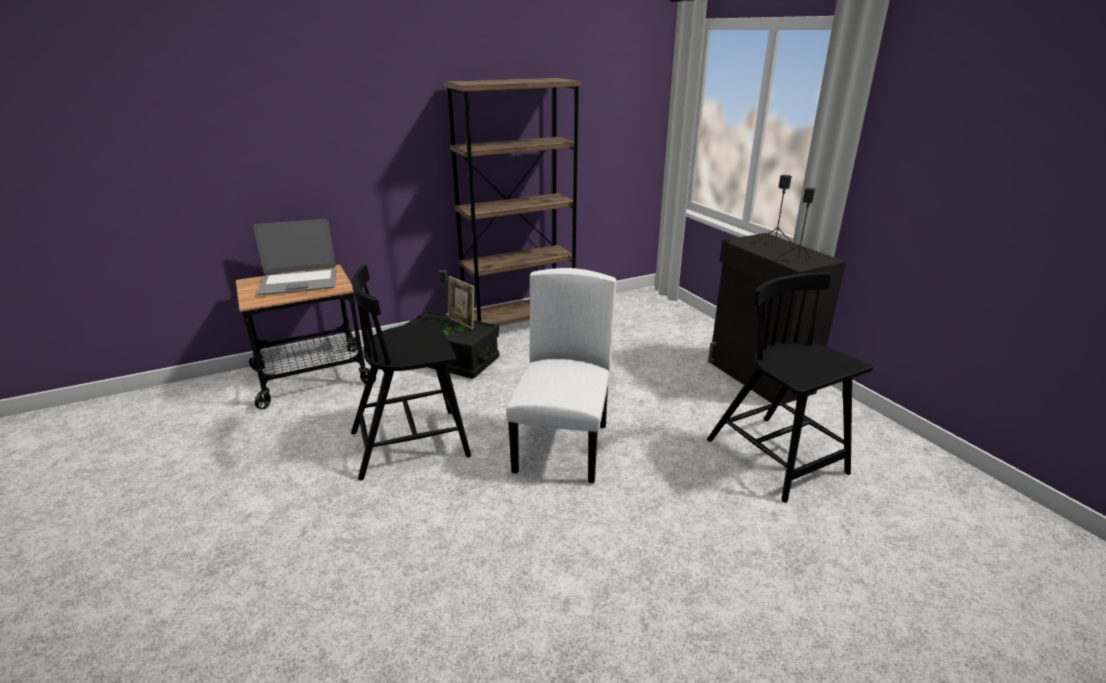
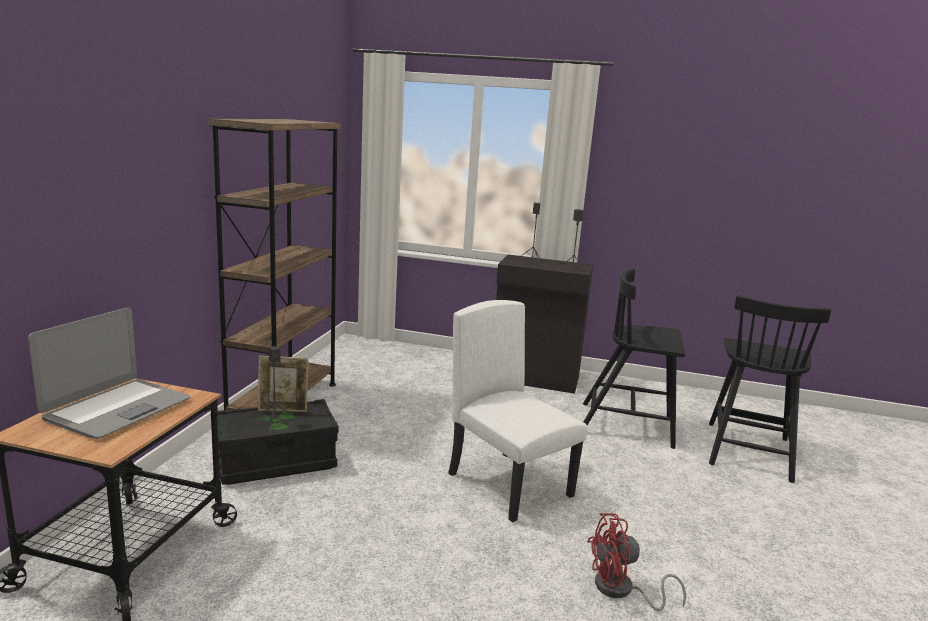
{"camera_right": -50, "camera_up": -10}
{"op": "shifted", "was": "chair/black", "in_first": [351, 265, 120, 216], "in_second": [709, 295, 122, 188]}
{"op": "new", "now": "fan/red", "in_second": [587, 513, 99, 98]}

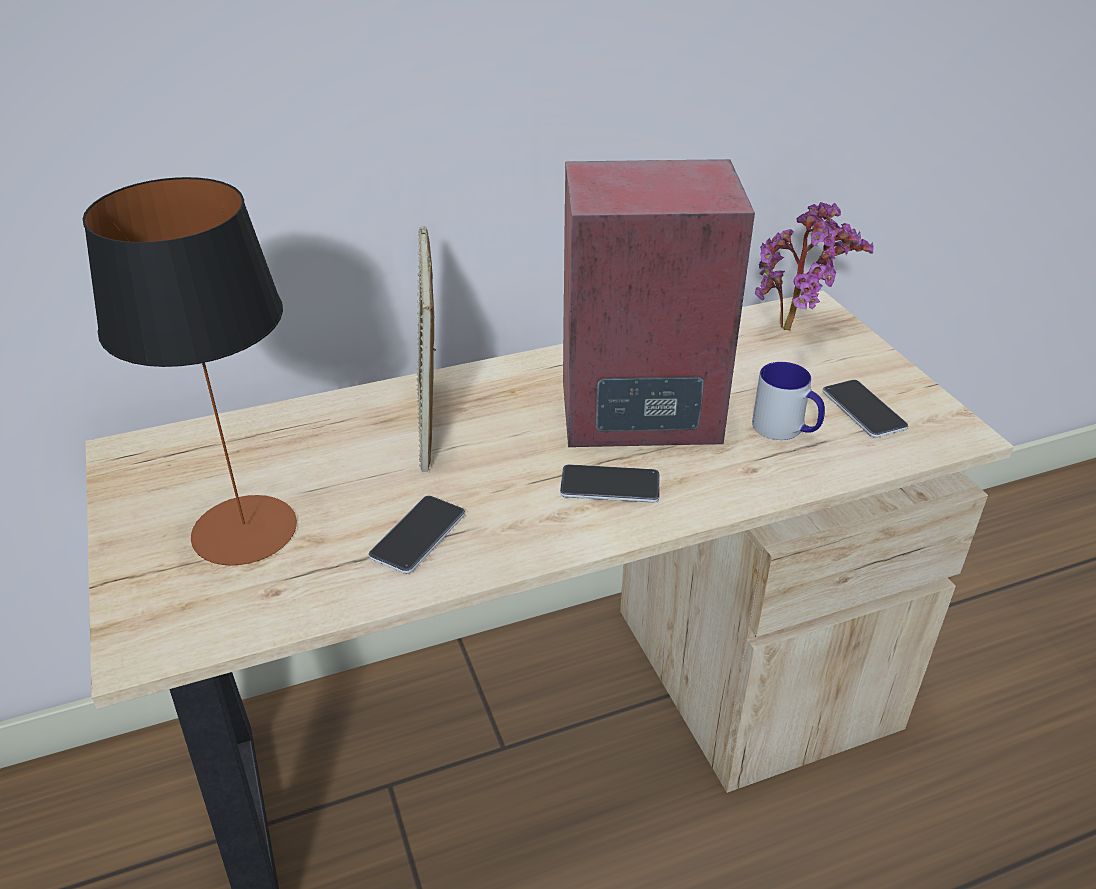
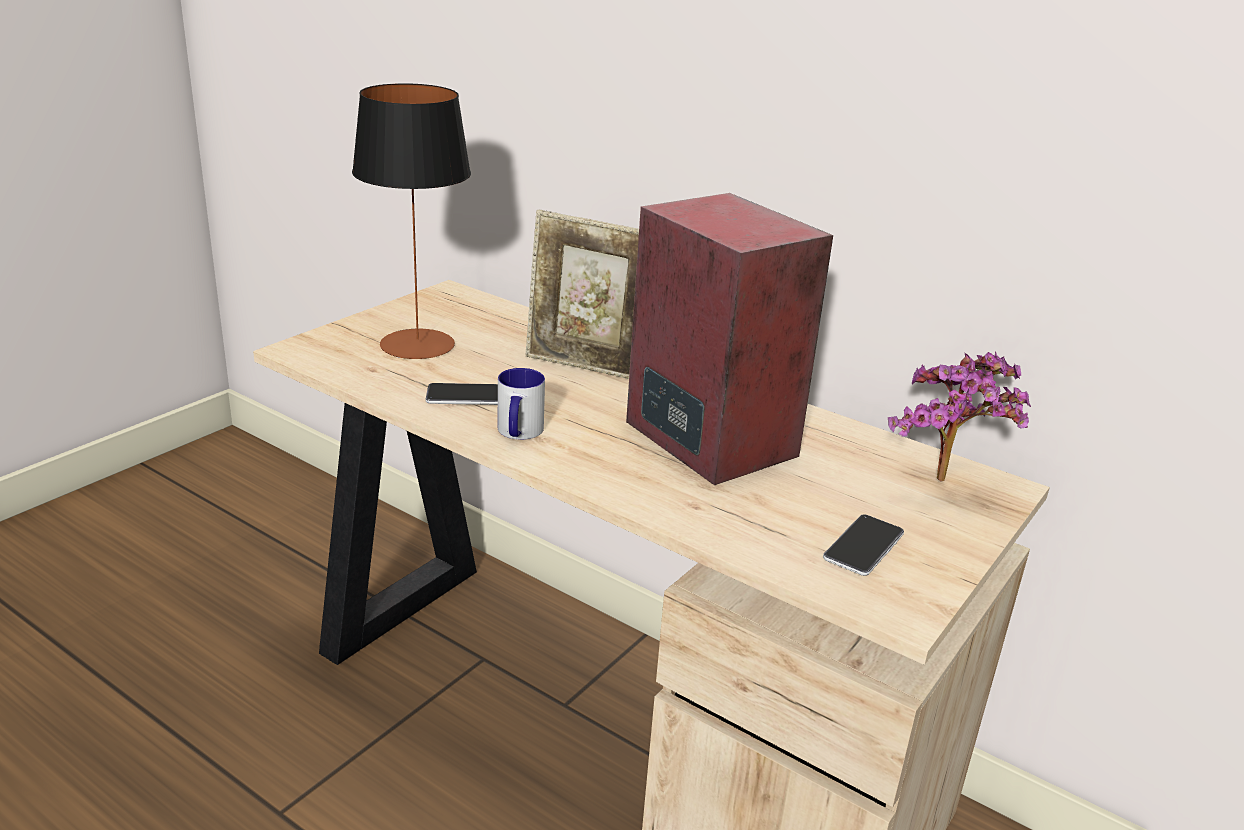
{"camera_right": 55, "camera_up": -10}
{"op": "rotated", "was": "picture frame", "in_first": [416, 226, 20, 246], "in_second": [526, 210, 113, 169], "clockwise": -120}
{"op": "shifted", "was": "mug", "in_first": [752, 362, 73, 78], "in_second": [498, 368, 47, 72]}
{"op": "gone", "was": "phone", "in_first": [560, 464, 100, 39]}

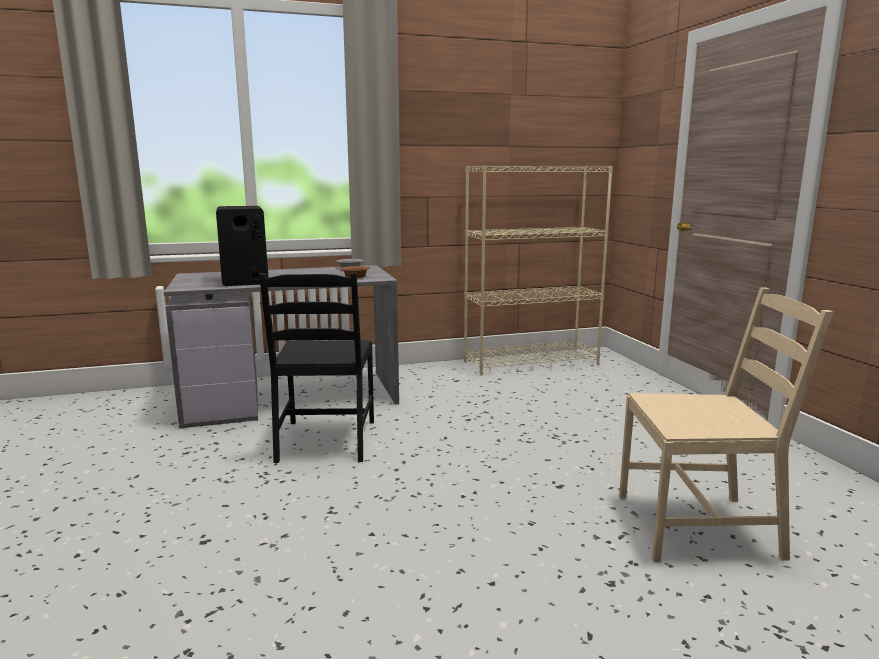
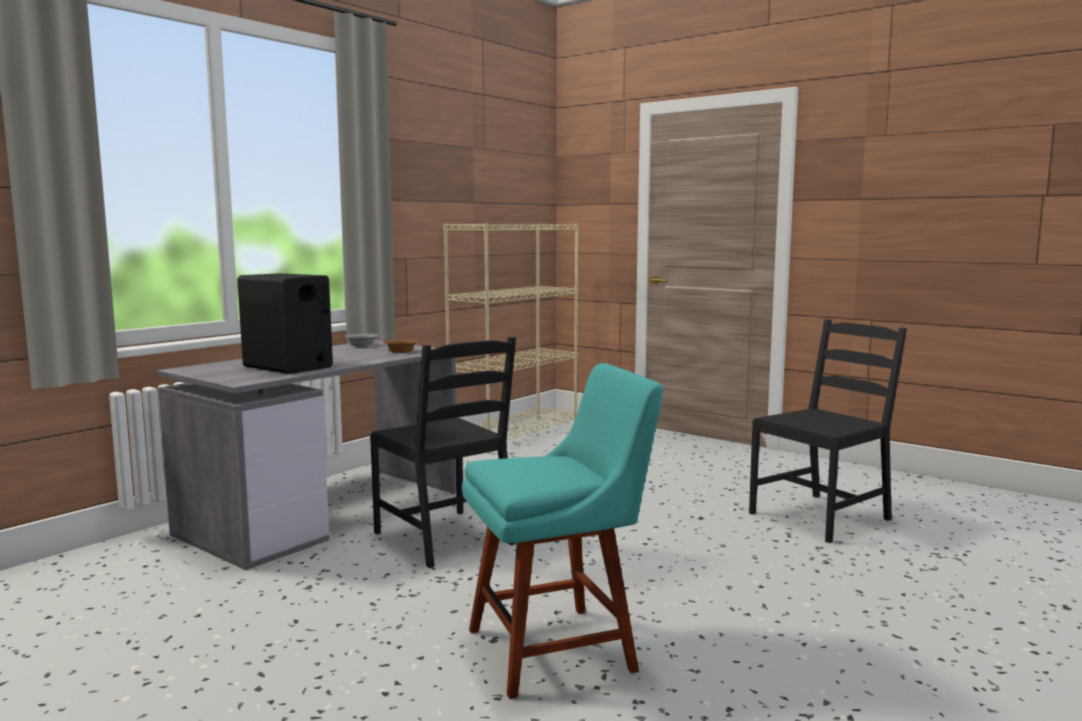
{"camera_right": -35, "camera_up": -5}
{"op": "repainted", "was": "chair/beige", "now": "chair/black", "in_first": [619, 287, 215, 275], "in_second": [749, 319, 158, 224]}
{"op": "new", "now": "chair/turquoise", "in_second": [462, 363, 201, 336]}

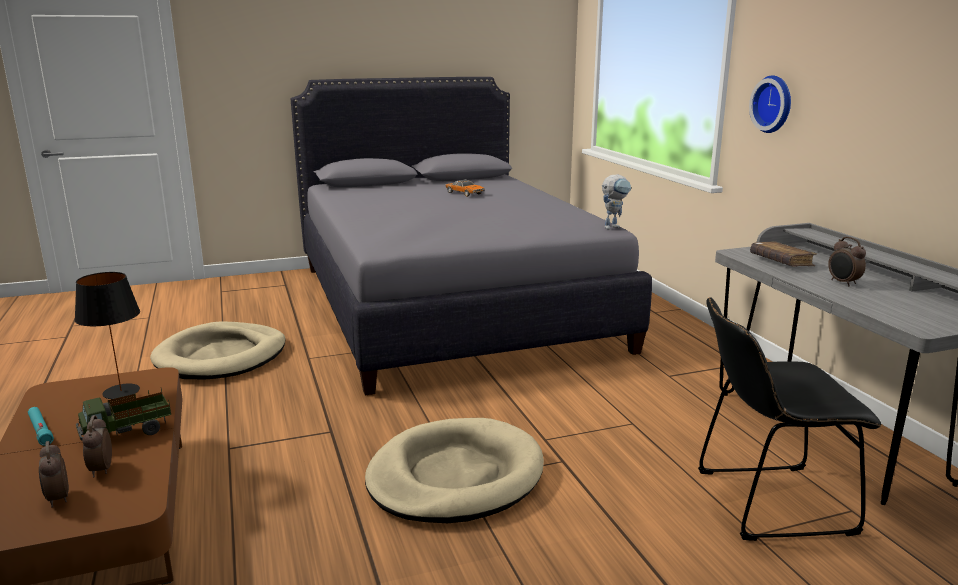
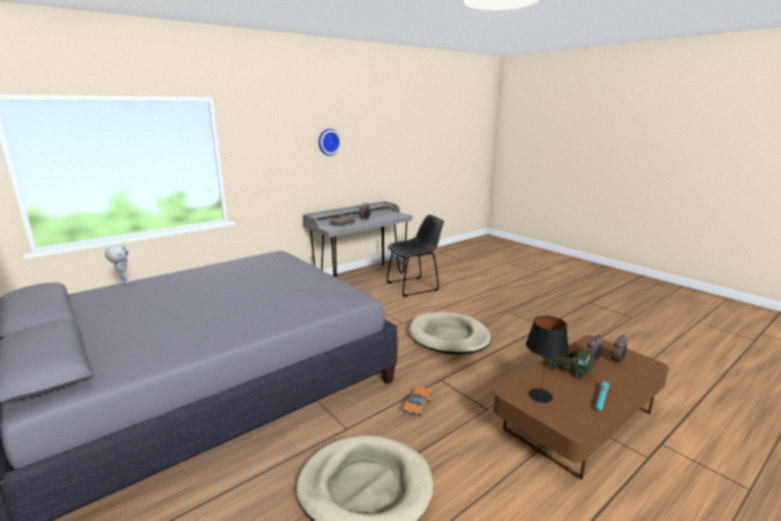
{"camera_right": -110, "camera_up": 0}
{"op": "shifted", "was": "wall clock", "in_first": [749, 75, 42, 58], "in_second": [318, 129, 23, 27]}
{"op": "shifted", "was": "toy robot", "in_first": [602, 175, 29, 54], "in_second": [105, 245, 26, 39]}
{"op": "shifted", "was": "toy car", "in_first": [445, 180, 40, 17], "in_second": [403, 387, 29, 29]}
{"op": "rotated", "was": "chair/black", "in_first": [698, 297, 183, 244], "in_second": [387, 215, 57, 81], "clockwise": -90}

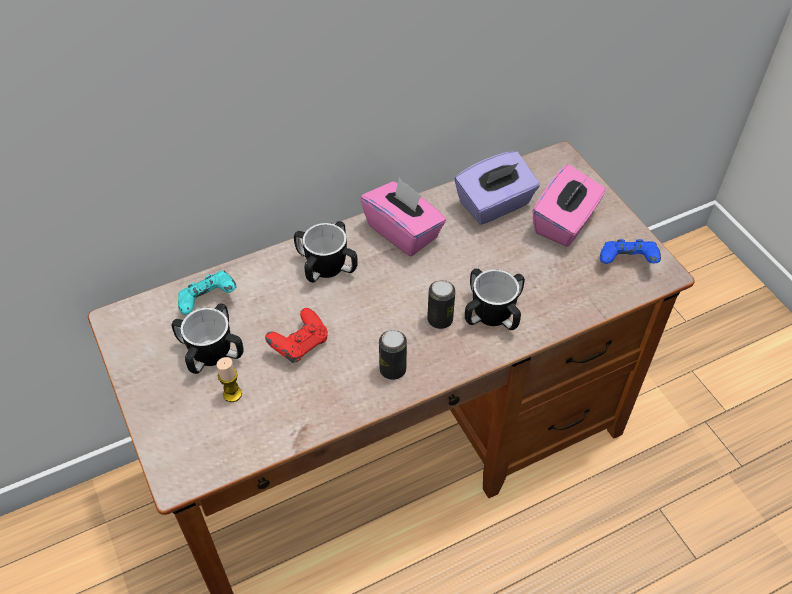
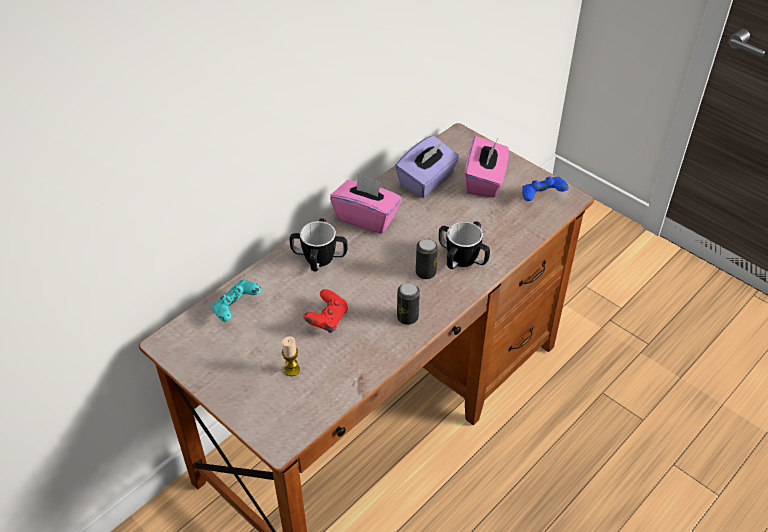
{"camera_right": -20, "camera_up": -5}
{"op": "gone", "was": "mug", "in_first": [171, 303, 73, 71]}

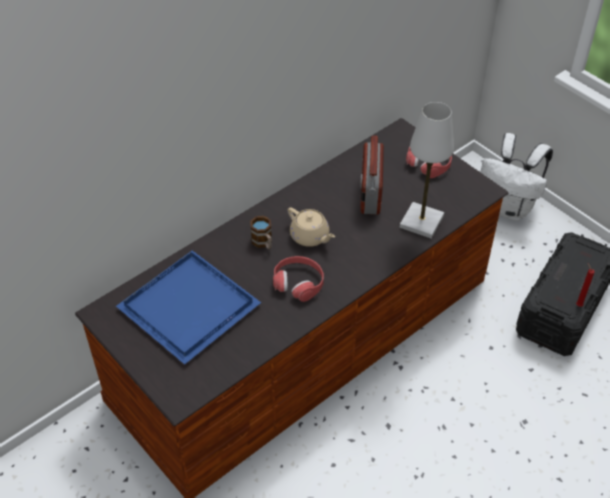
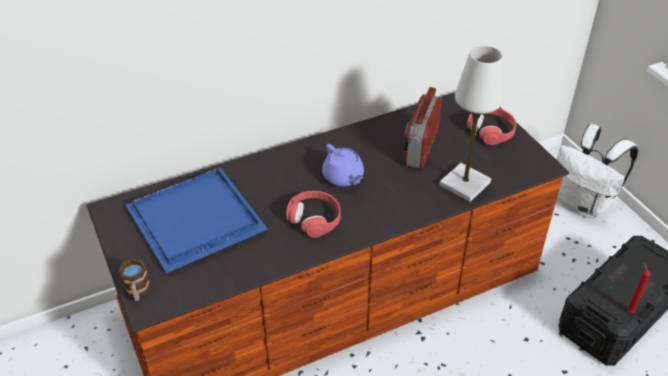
{"camera_right": 15, "camera_up": -5}
{"op": "repainted", "was": "teapot/beige", "now": "teapot/purple", "in_first": [288, 207, 47, 40], "in_second": [322, 144, 42, 43]}
{"op": "shifted", "was": "mug", "in_first": [250, 216, 22, 33], "in_second": [118, 259, 33, 43]}

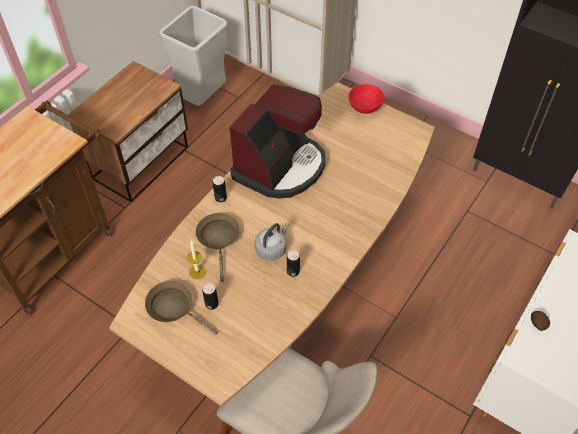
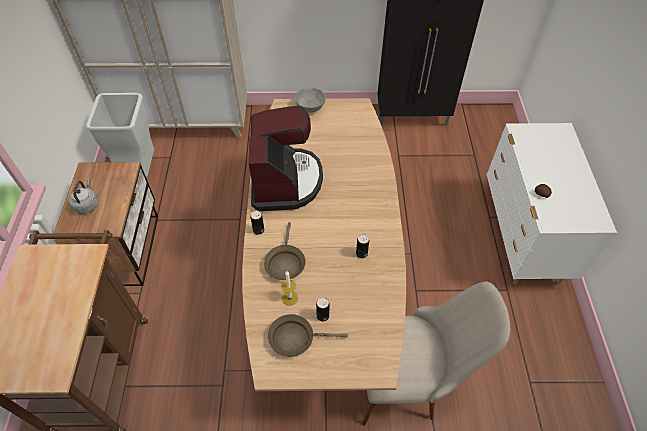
{"camera_right": -35, "camera_up": 0}
{"op": "repainted", "was": "bowl/red", "now": "bowl/grey", "in_first": [348, 84, 37, 30], "in_second": [295, 87, 31, 26]}
{"op": "rotated", "was": "frying pan/brown", "in_first": [196, 213, 43, 69], "in_second": [264, 222, 42, 58], "clockwise": -135}
{"op": "shifted", "was": "kettle/grey", "in_first": [255, 223, 34, 38], "in_second": [69, 179, 29, 35]}

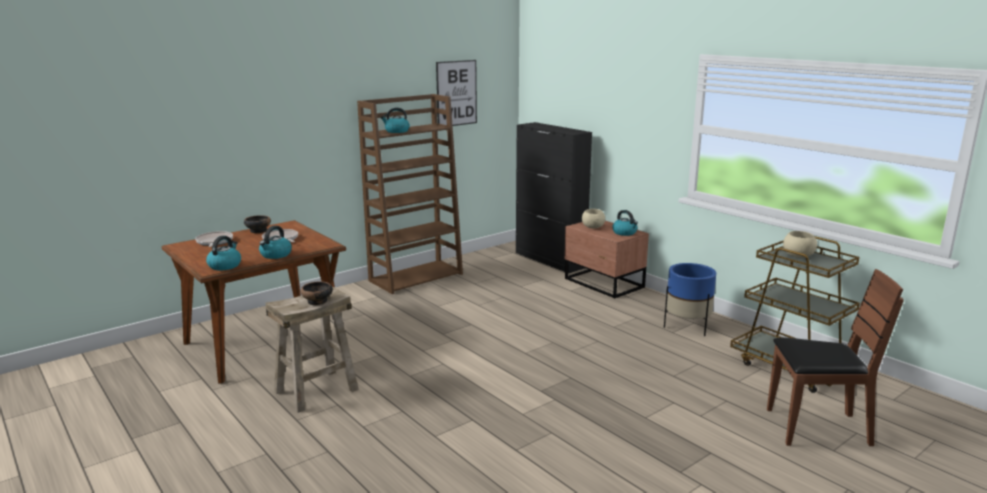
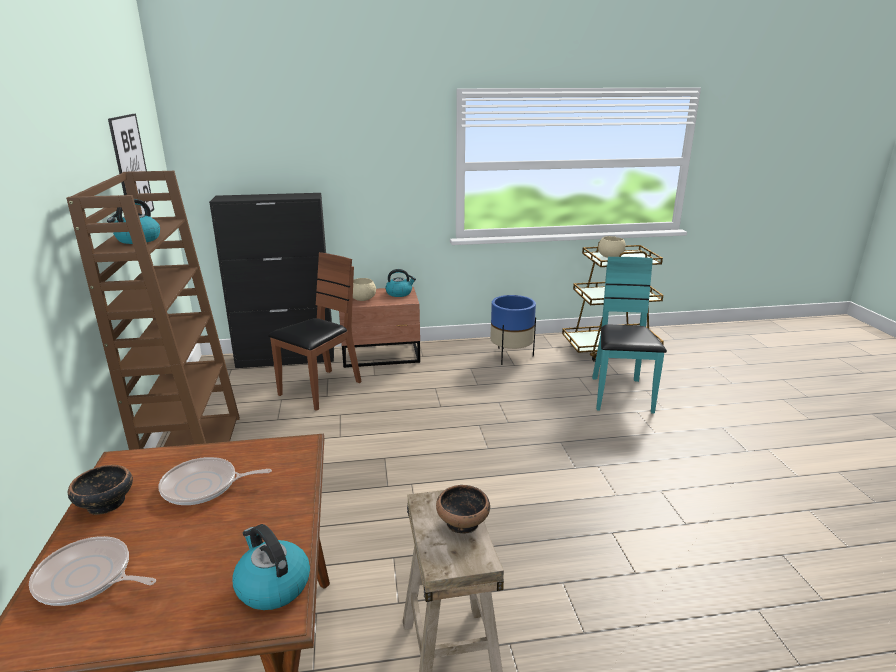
{"camera_right": -60, "camera_up": 5}
{"op": "gone", "was": "kettle", "in_first": [259, 226, 33, 33]}
{"op": "shifted", "was": "chair/brown", "in_first": [767, 269, 137, 177], "in_second": [268, 252, 94, 159]}
{"op": "new", "now": "chair/turquoise", "in_second": [592, 257, 75, 156]}

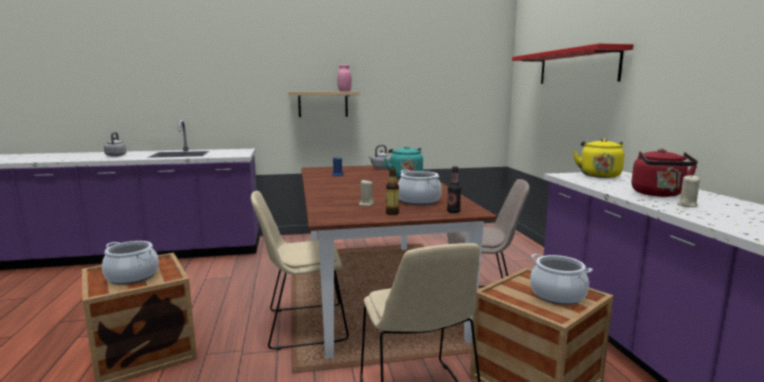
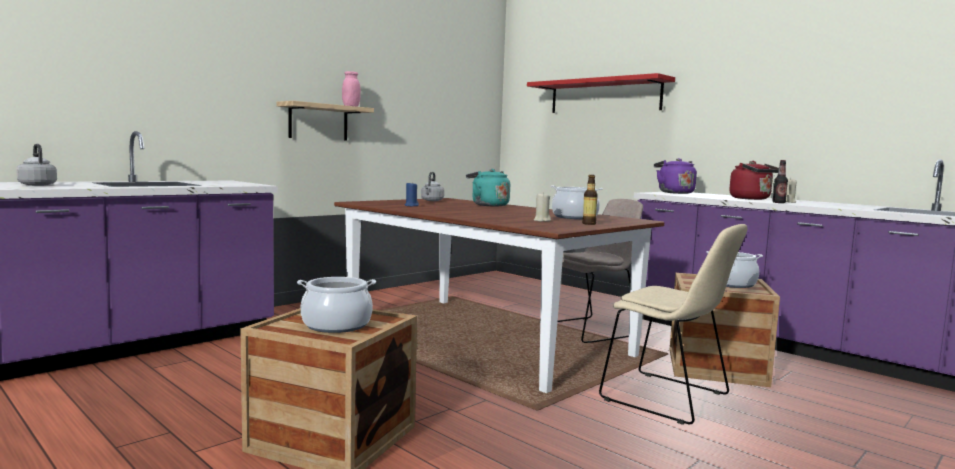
{"camera_right": -35, "camera_up": -5}
{"op": "repainted", "was": "kettle/yellow", "now": "kettle/purple", "in_first": [573, 138, 51, 40], "in_second": [654, 158, 43, 36]}
{"op": "shifted", "was": "bottle", "in_first": [447, 166, 14, 47], "in_second": [772, 160, 16, 43]}
{"op": "gone", "was": "chair/beige", "in_first": [251, 191, 98, 159]}

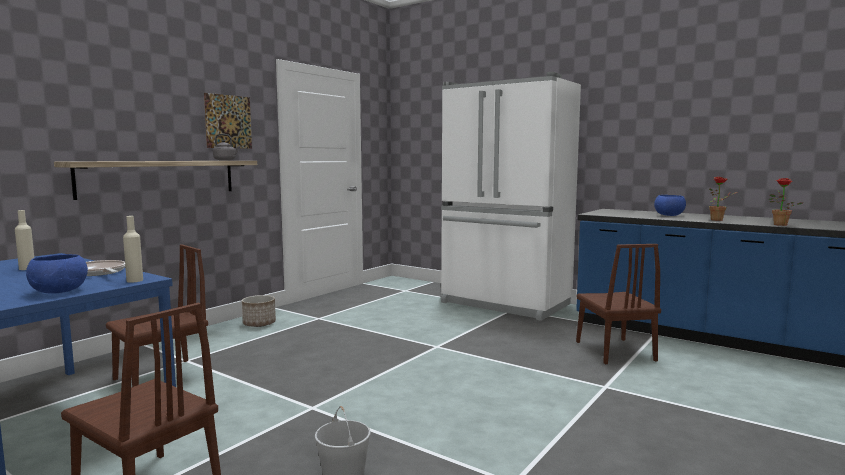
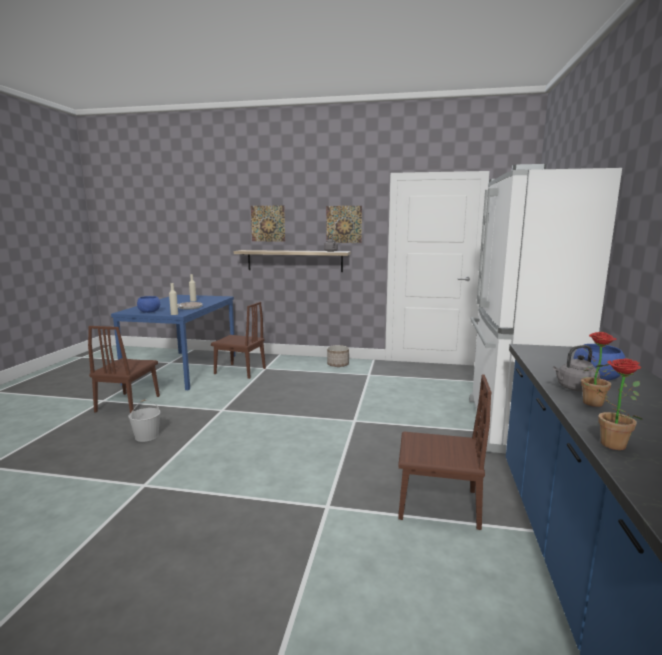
{"camera_right": 65, "camera_up": 5}
{"op": "rotated", "was": "chair/brown", "in_first": [576, 244, 85, 120], "in_second": [398, 374, 94, 156], "clockwise": -135}
{"op": "new", "now": "picture", "in_second": [251, 206, 34, 36]}
{"op": "new", "now": "kettle/grey", "in_second": [553, 345, 47, 47]}

